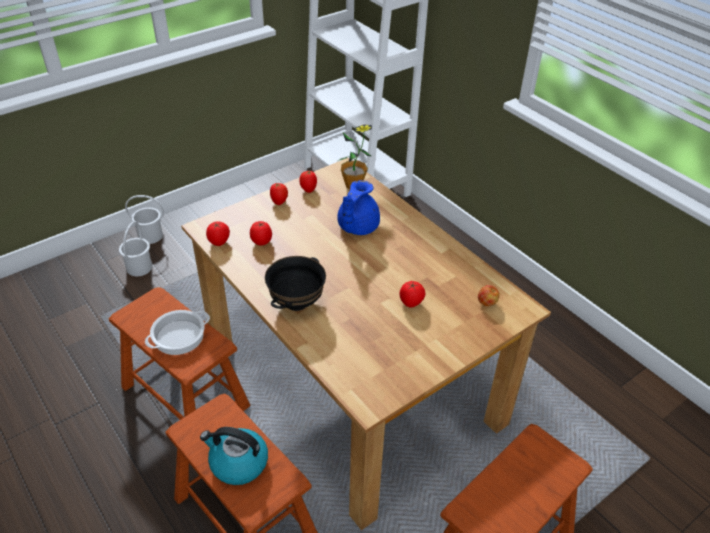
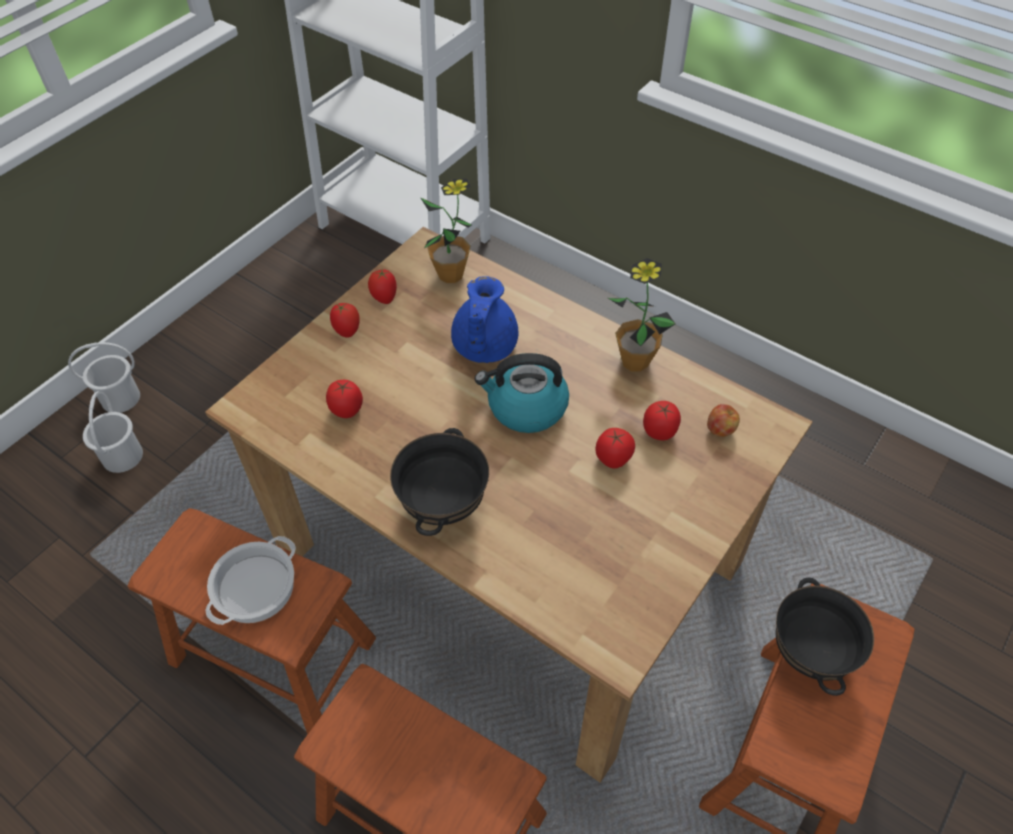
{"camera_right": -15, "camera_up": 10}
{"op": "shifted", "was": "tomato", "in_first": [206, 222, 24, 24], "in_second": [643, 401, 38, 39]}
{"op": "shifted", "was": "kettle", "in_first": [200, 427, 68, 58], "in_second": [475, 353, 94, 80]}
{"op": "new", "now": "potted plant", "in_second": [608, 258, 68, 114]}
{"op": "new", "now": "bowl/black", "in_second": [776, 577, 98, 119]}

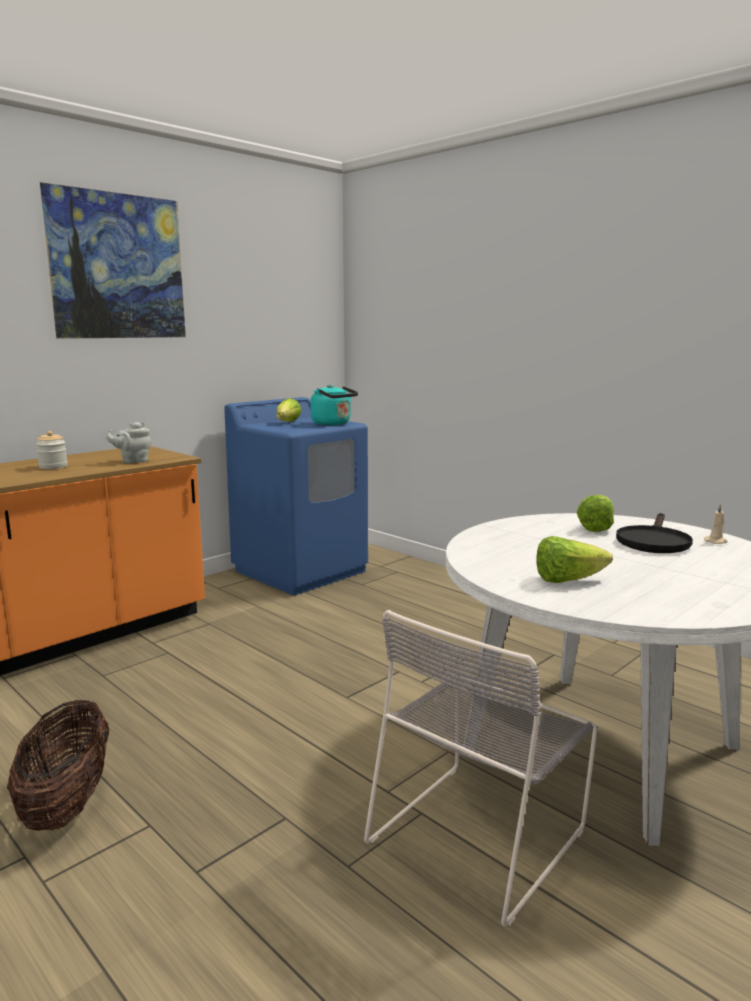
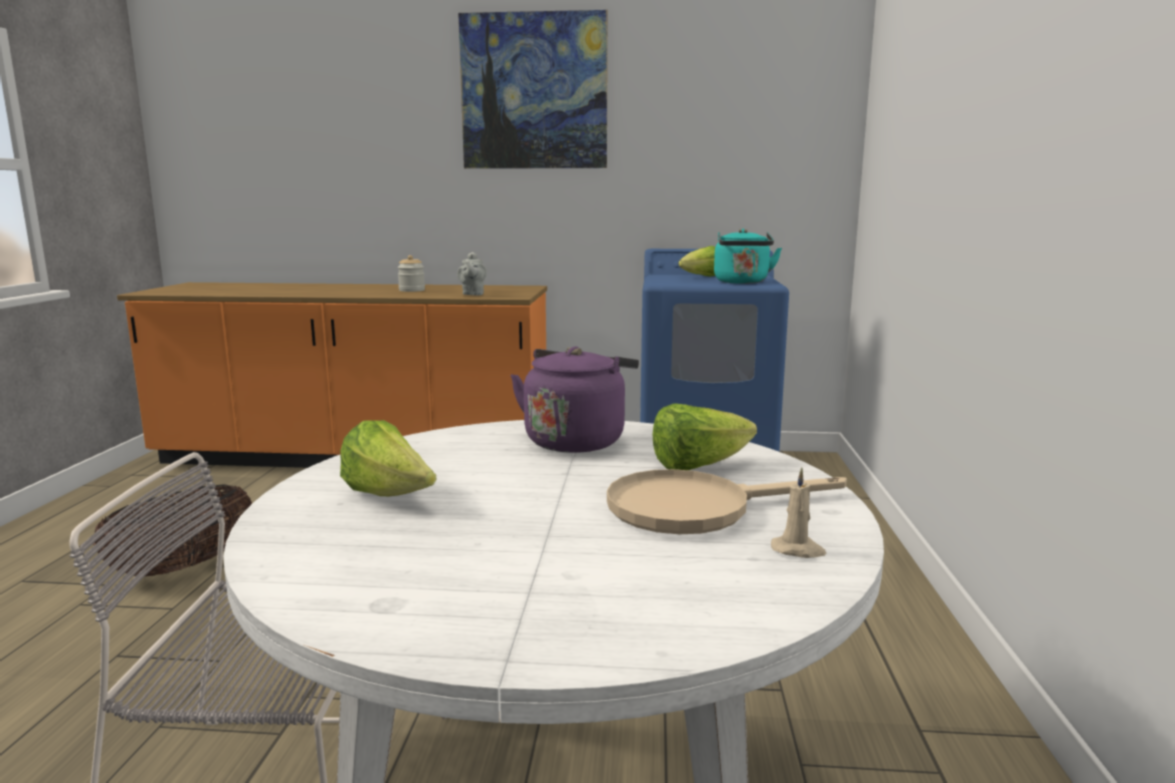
{"camera_right": 50, "camera_up": 0}
{"op": "rotated", "was": "teapot/grey", "in_first": [106, 422, 46, 41], "in_second": [457, 252, 30, 43], "clockwise": -120}
{"op": "repainted", "was": "frying pan/black", "now": "frying pan/beige", "in_first": [616, 513, 77, 40], "in_second": [607, 469, 240, 65]}
{"op": "new", "now": "kettle/purple", "in_second": [510, 347, 129, 106]}

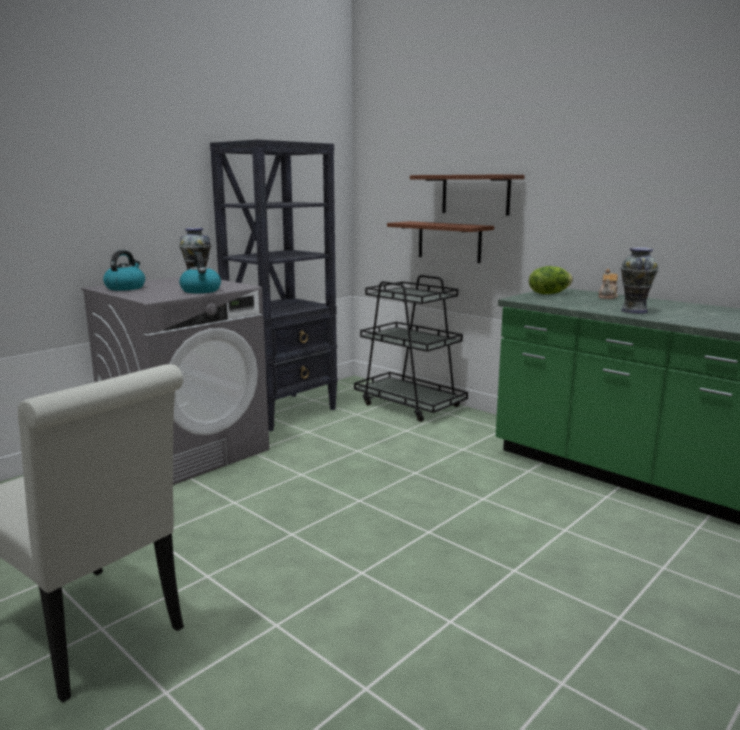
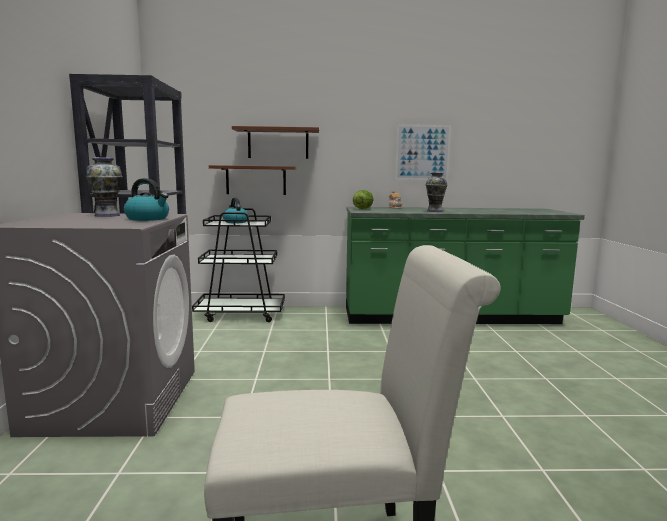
{"camera_right": -45, "camera_up": -5}
{"op": "shifted", "was": "kettle", "in_first": [103, 250, 42, 41], "in_second": [223, 198, 26, 25]}
{"op": "new", "now": "picture", "in_second": [395, 125, 56, 55]}

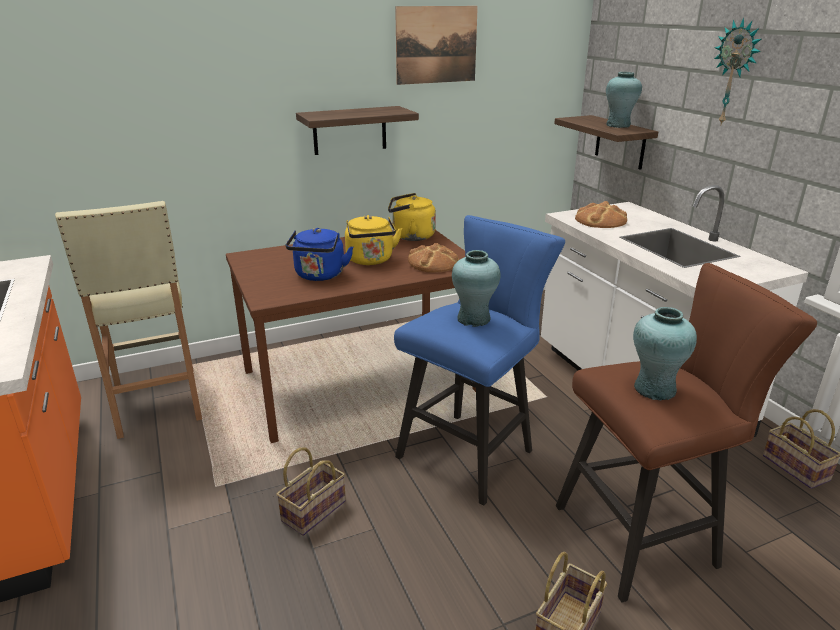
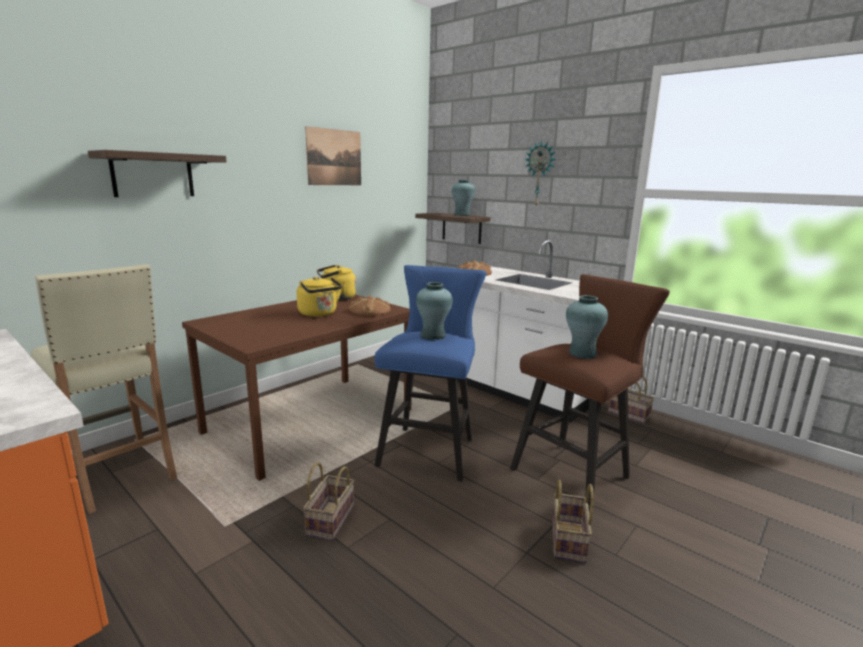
{"camera_right": -25, "camera_up": -10}
{"op": "shifted", "was": "shelf", "in_first": [296, 106, 123, 49], "in_second": [88, 150, 139, 47]}
{"op": "gone", "was": "kettle/blue", "in_first": [285, 228, 68, 53]}

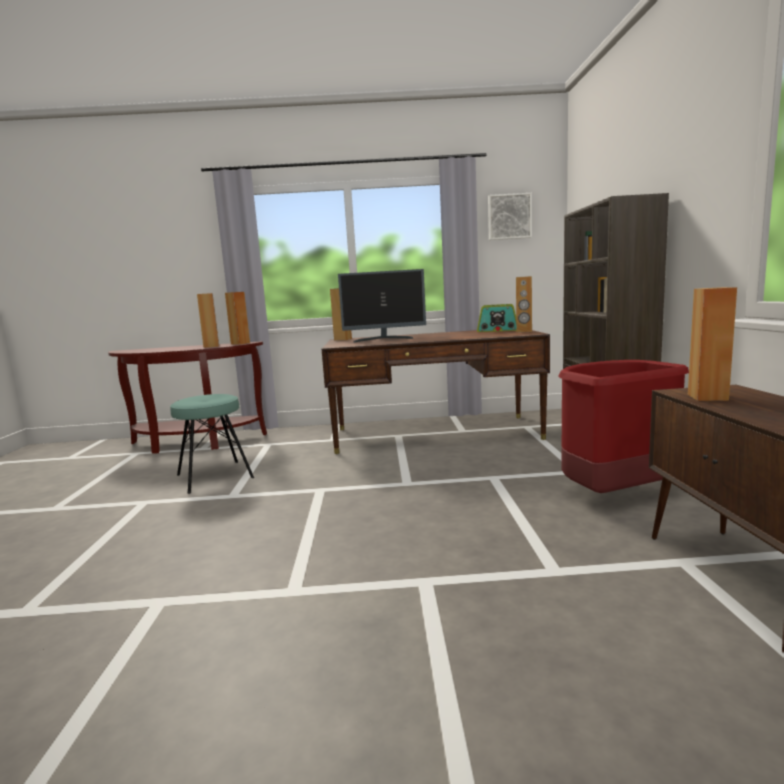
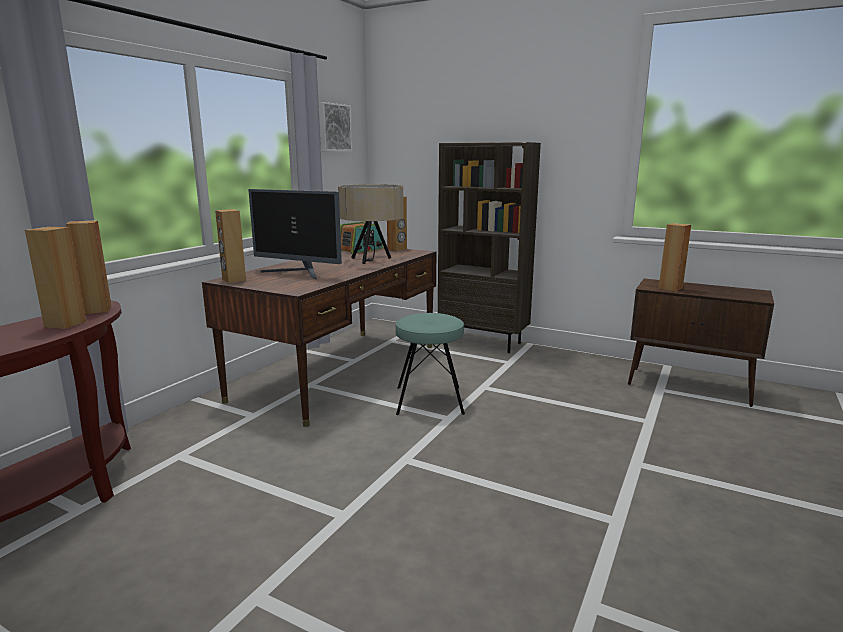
{"camera_right": -60, "camera_up": 5}
{"op": "rotated", "was": "monitor", "in_first": [338, 269, 88, 73], "in_second": [248, 189, 94, 91], "clockwise": 90}
{"op": "gone", "was": "trash can/red", "in_first": [558, 360, 131, 133]}
{"op": "shifted", "was": "stool/turquoise", "in_first": [170, 394, 84, 100], "in_second": [395, 313, 70, 102]}
{"op": "new", "now": "table lamp/beige", "in_second": [338, 184, 66, 80]}

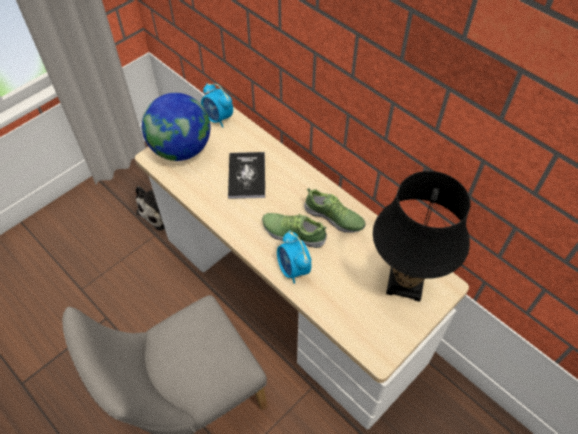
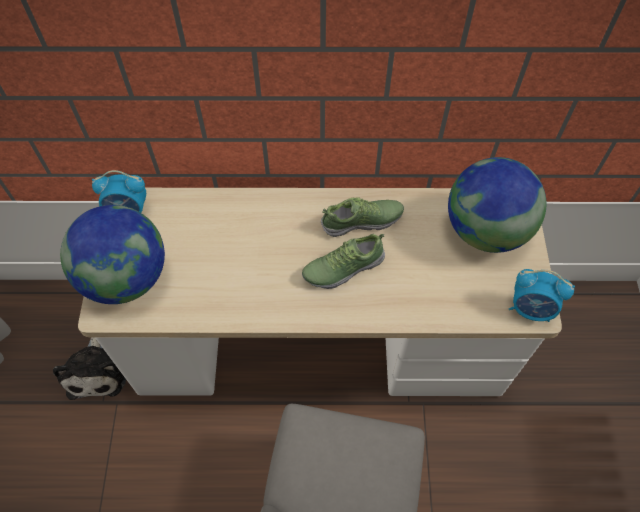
{"camera_right": -45, "camera_up": 5}
{"op": "gone", "was": "book", "in_first": [228, 152, 37, 47]}
{"op": "swapped", "was": "table lamp/black", "now": "globe", "in_first": [373, 171, 97, 131], "in_second": [448, 157, 98, 96]}
{"op": "shifted", "was": "alarm clock", "in_first": [277, 230, 35, 54], "in_second": [509, 269, 66, 53]}

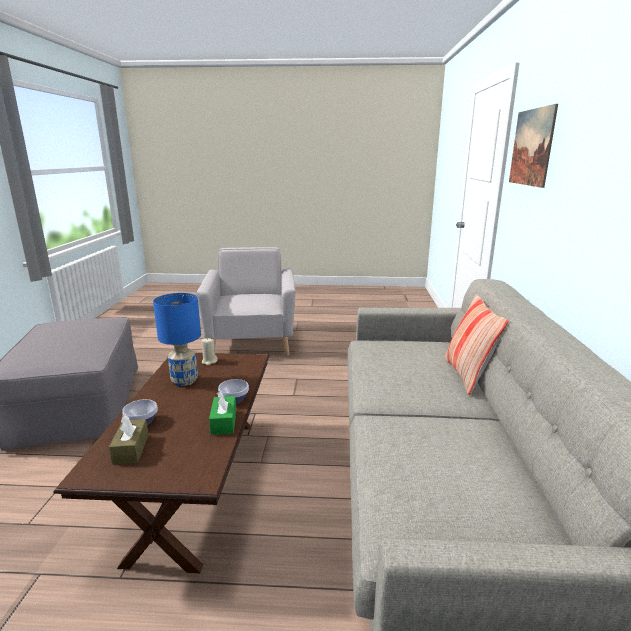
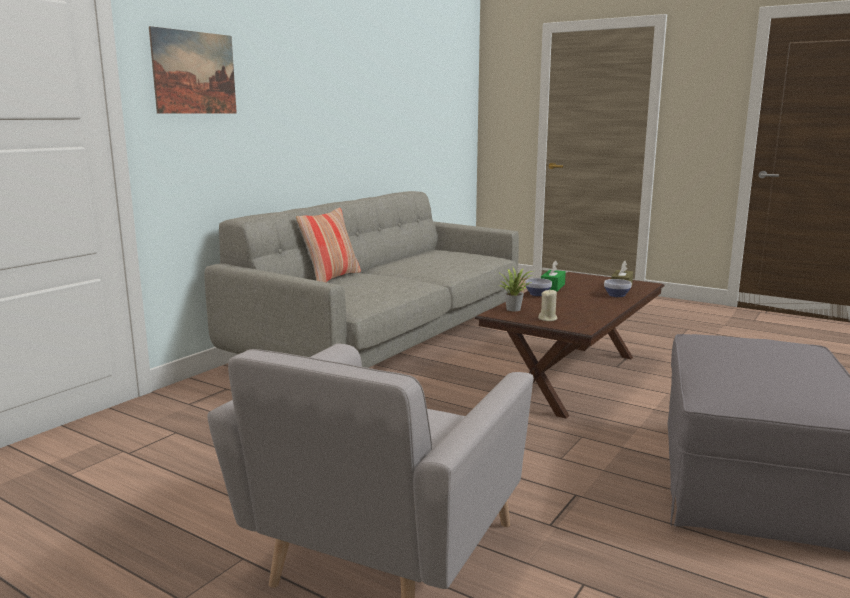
{"camera_right": -150, "camera_up": -5}
{"op": "gone", "was": "table lamp/blue", "in_first": [153, 293, 48, 93]}
{"op": "new", "now": "potted plant", "in_second": [498, 266, 34, 45]}

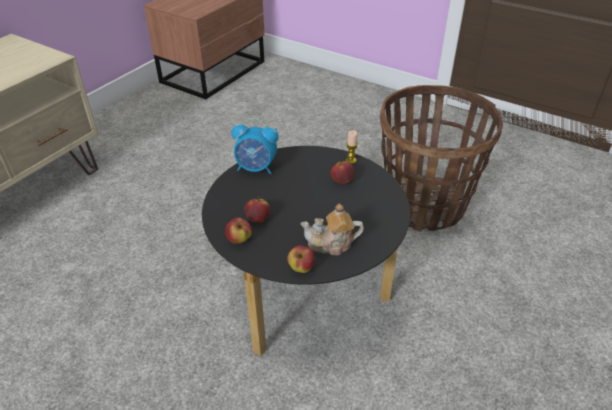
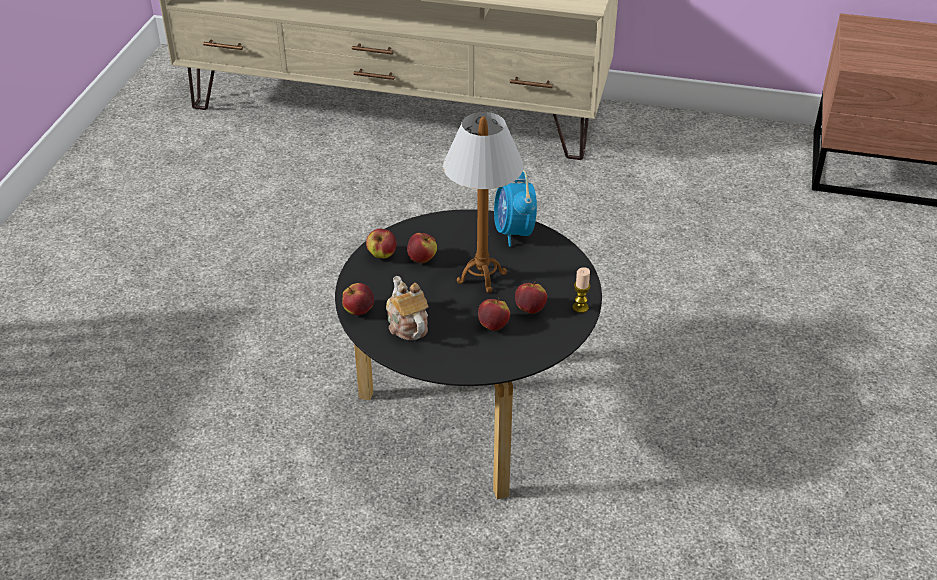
{"camera_right": 70, "camera_up": 0}
{"op": "gone", "was": "basket", "in_first": [380, 85, 123, 147]}
{"op": "new", "now": "table lamp", "in_second": [443, 112, 81, 181]}
{"op": "new", "now": "apple", "in_second": [478, 298, 32, 33]}

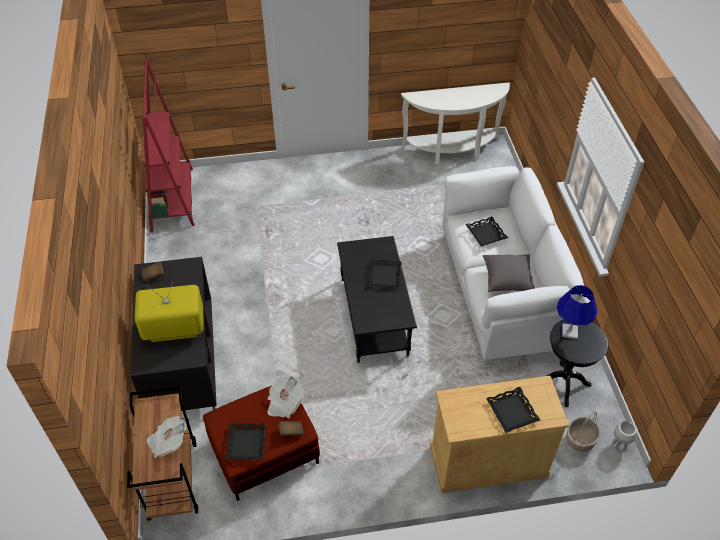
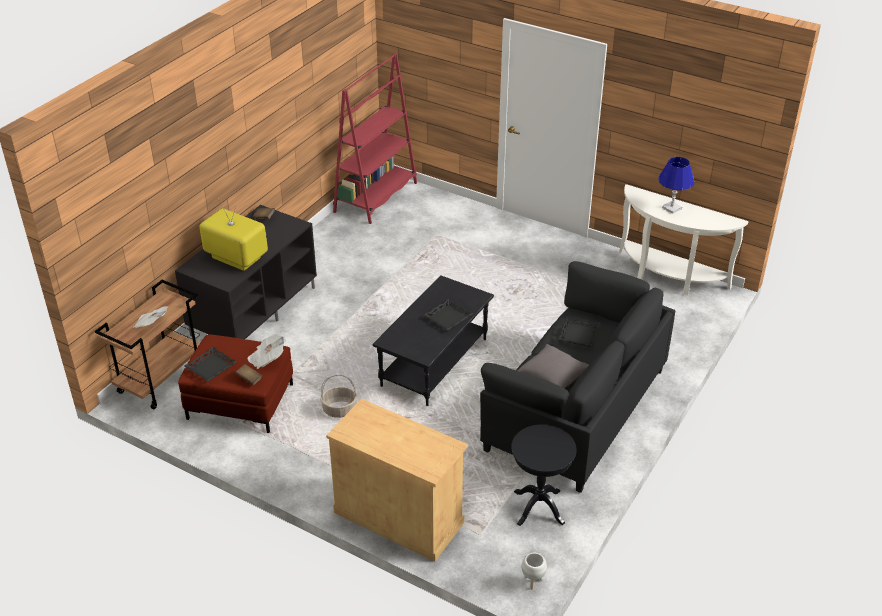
{"camera_right": 40, "camera_up": -10}
{"op": "repainted", "was": "sofa/white", "now": "sofa/black", "in_first": [442, 166, 148, 199], "in_second": [480, 261, 196, 232]}
{"op": "shifted", "was": "table lamp/blue", "in_first": [556, 285, 42, 54], "in_second": [658, 157, 36, 57]}
{"op": "gone", "was": "tray/black", "in_first": [486, 387, 54, 46]}
{"op": "shifted", "was": "basket", "in_first": [566, 411, 35, 41], "in_second": [320, 375, 37, 43]}

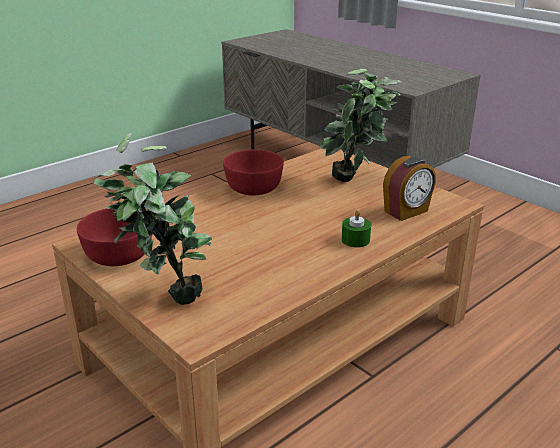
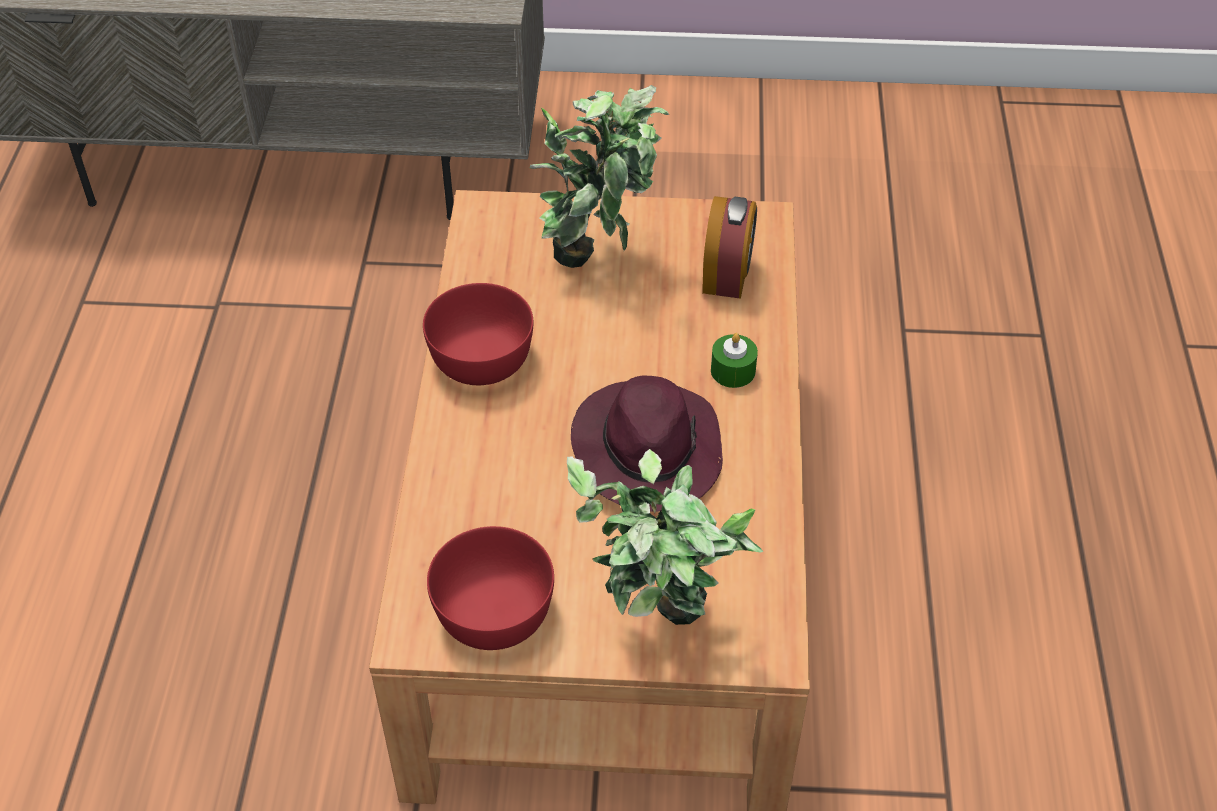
{"camera_right": -45, "camera_up": 20}
{"op": "new", "now": "hat/purple", "in_second": [571, 375, 152, 137]}

